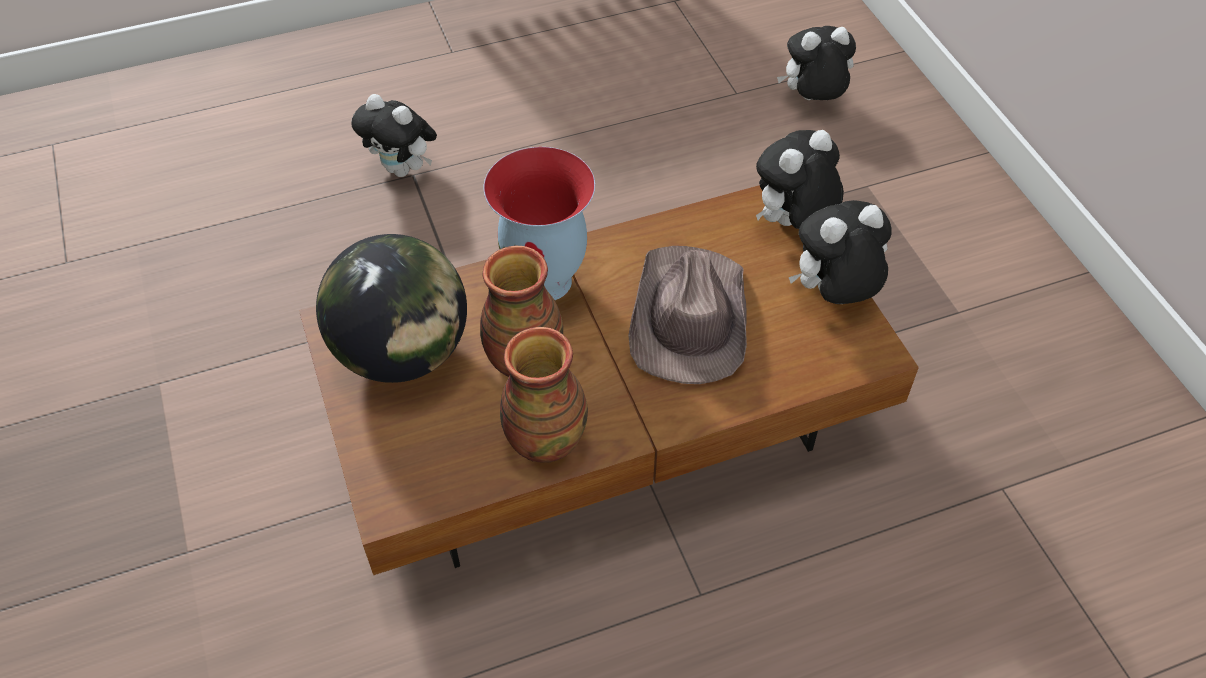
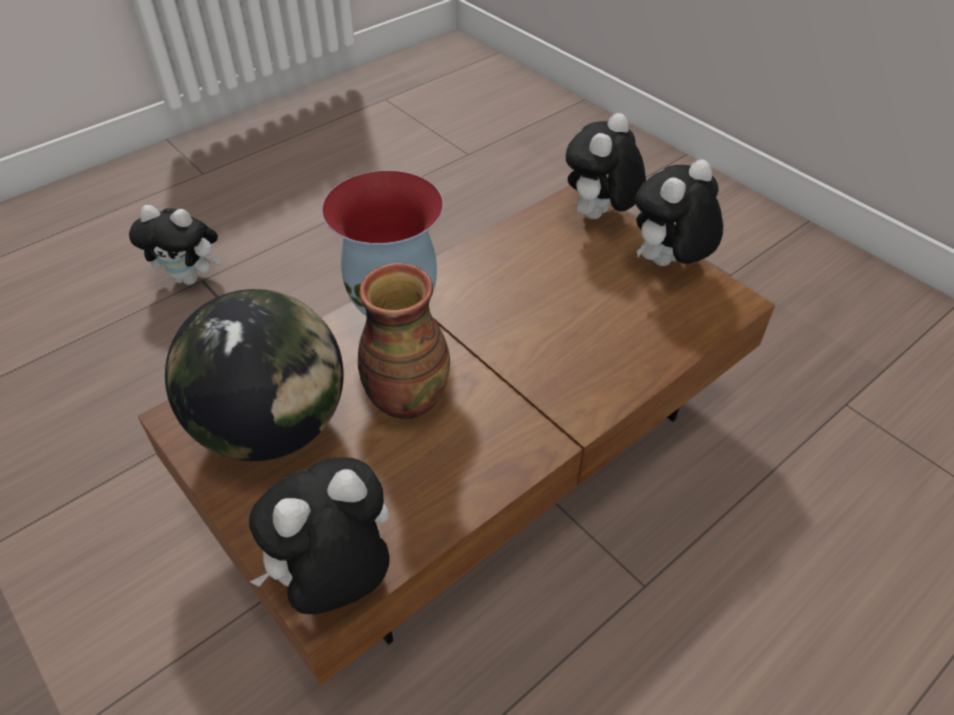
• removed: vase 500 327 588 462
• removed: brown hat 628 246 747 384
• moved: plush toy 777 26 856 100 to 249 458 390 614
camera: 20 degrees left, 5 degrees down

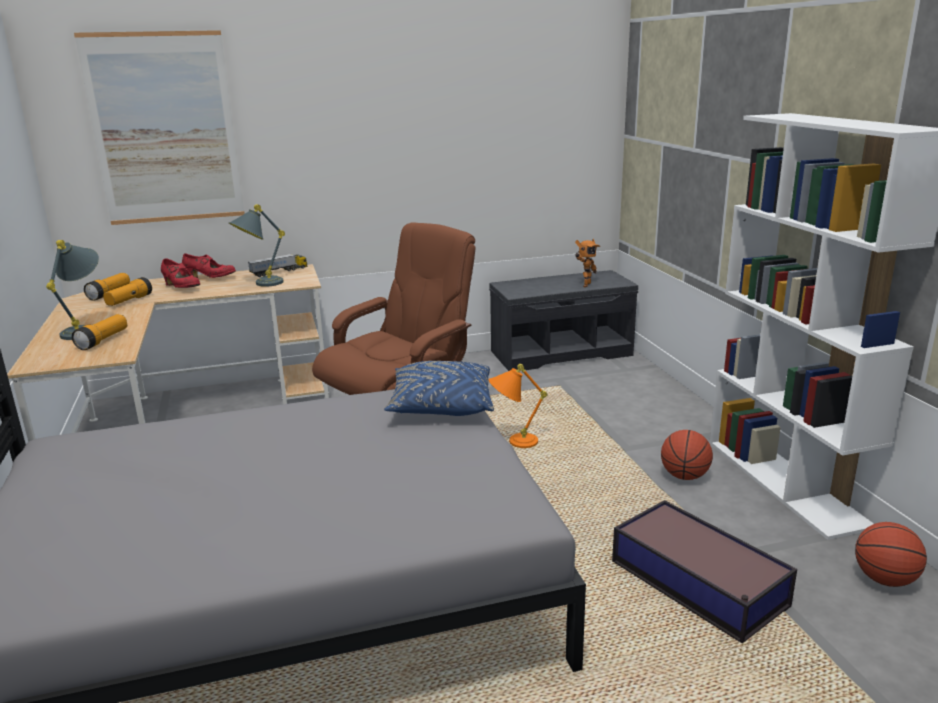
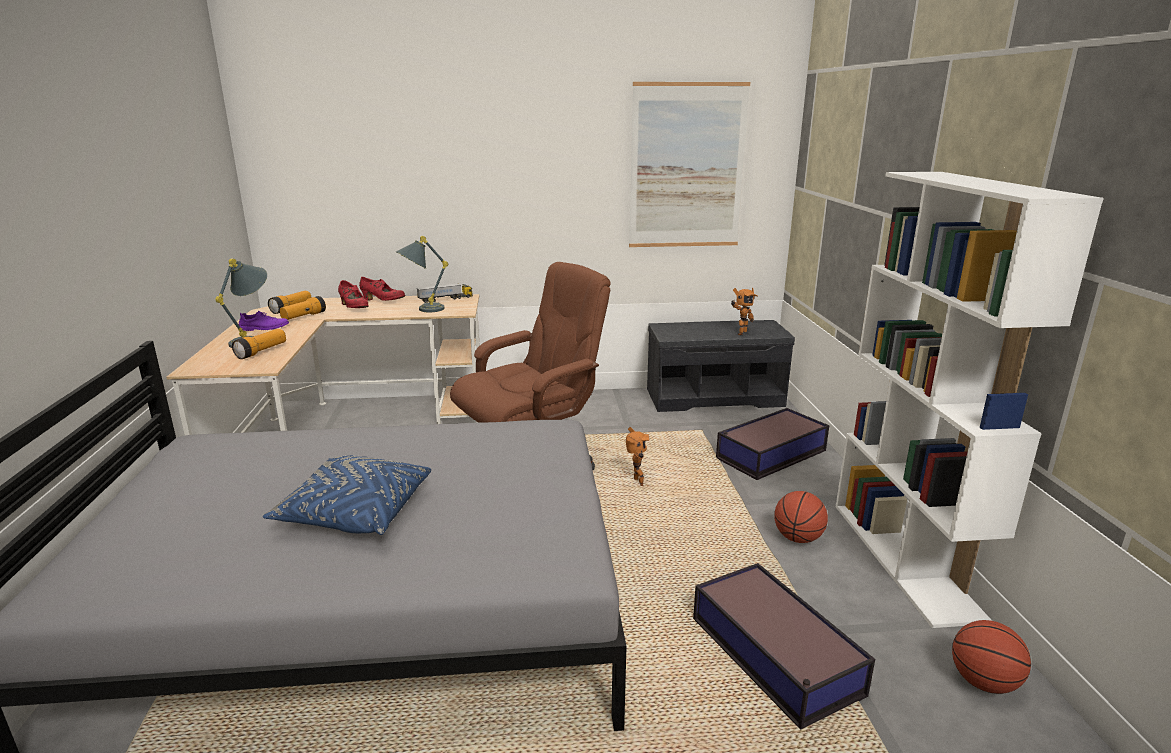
• moved: picture 74 30 245 225 to 629 82 750 247
• moved: blue pillow 384 361 494 416 to 263 455 431 535
• replaced: orange table lamp 488 364 547 448 to toy robot 626 427 649 486
• added: purple shoe 239 311 289 331
• added: storage box 716 408 829 480
camera: 10 degrees right, 0 degrees up

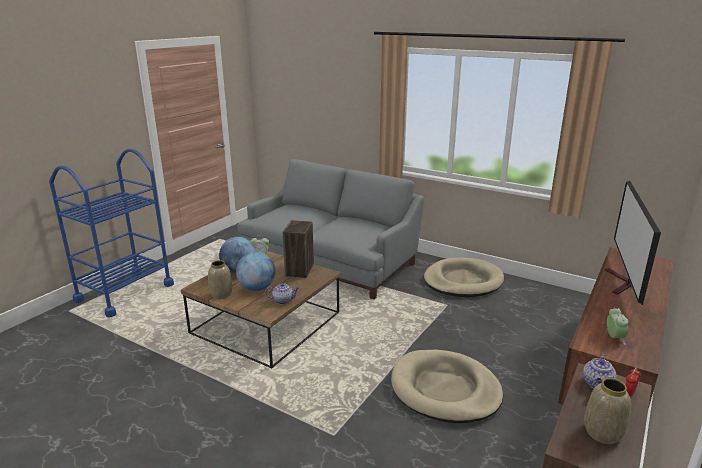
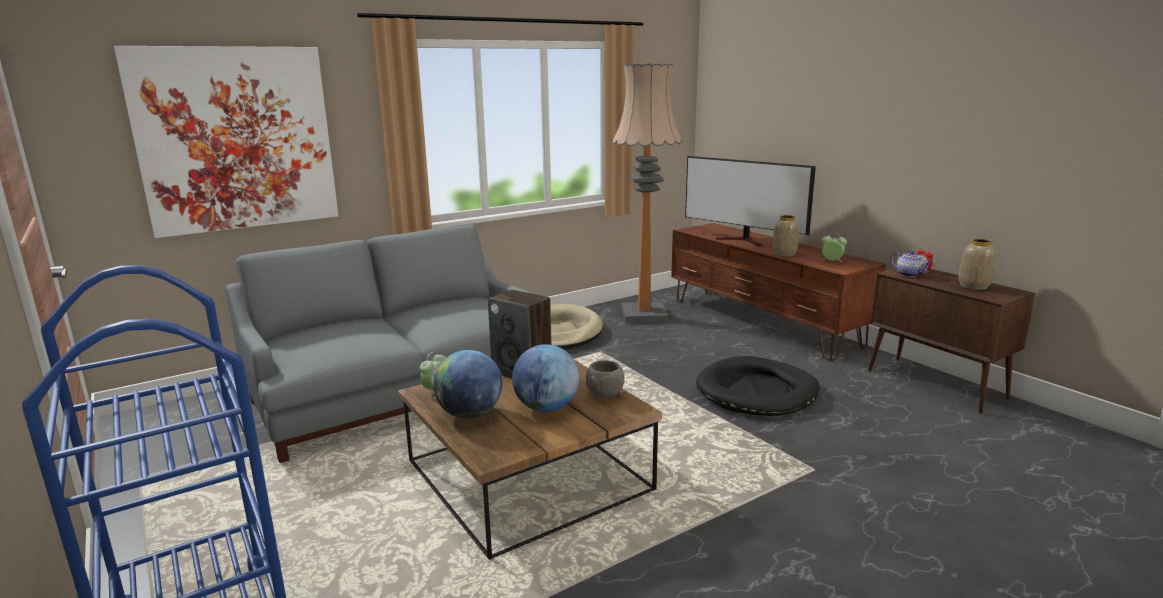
• moved: vase 208 260 232 299 to 772 215 799 257
• replaced: teapot 265 283 299 304 to grey bowl 586 360 625 398
• recoloured: beige dog bed 391 350 503 423 to black dog bed 696 356 820 416
• added: picture 114 46 339 238
• added: floor lamp 612 63 683 324
camera: 65 degrees left, 5 degrees down

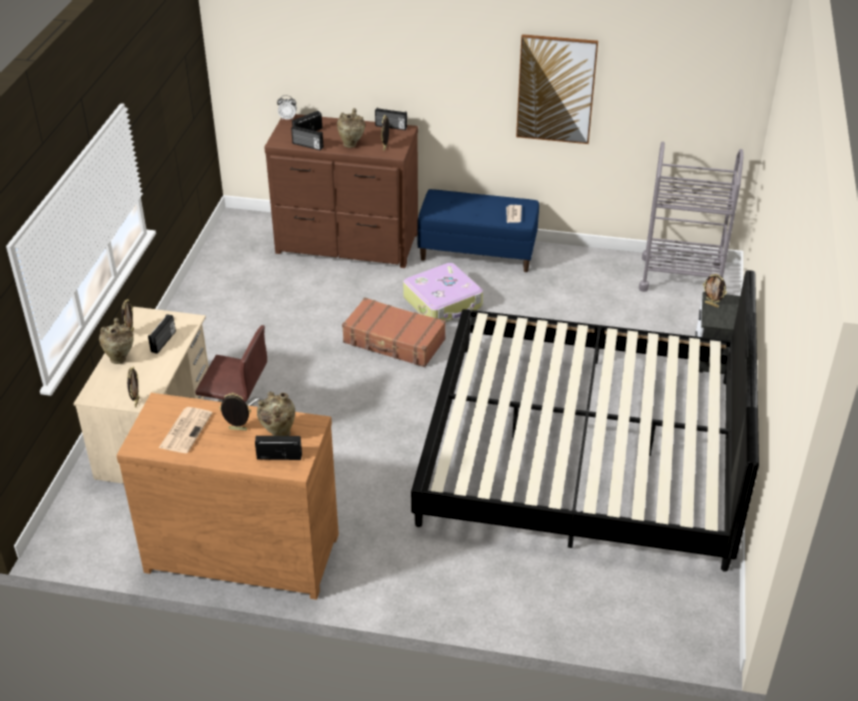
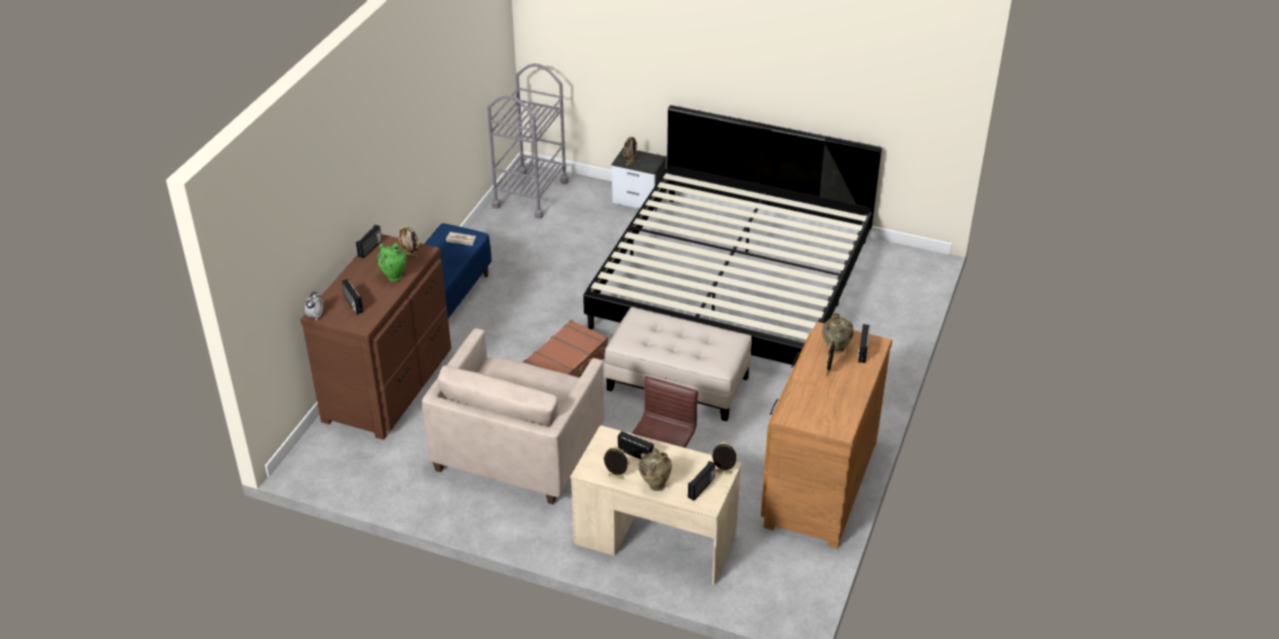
• removed: newspaper 159 407 212 453
• moved: radio 291 125 323 151 to 688 461 715 501
• recoloured: beige vase 337 108 365 148 to green vase 376 243 406 281
• removed: suitcase 403 263 483 322
• removed: picture 516 34 598 144
• added: beige armchair 422 328 605 504
• added: beige ottoman 605 307 752 421
camera: 80 degrees left, 0 degrees up

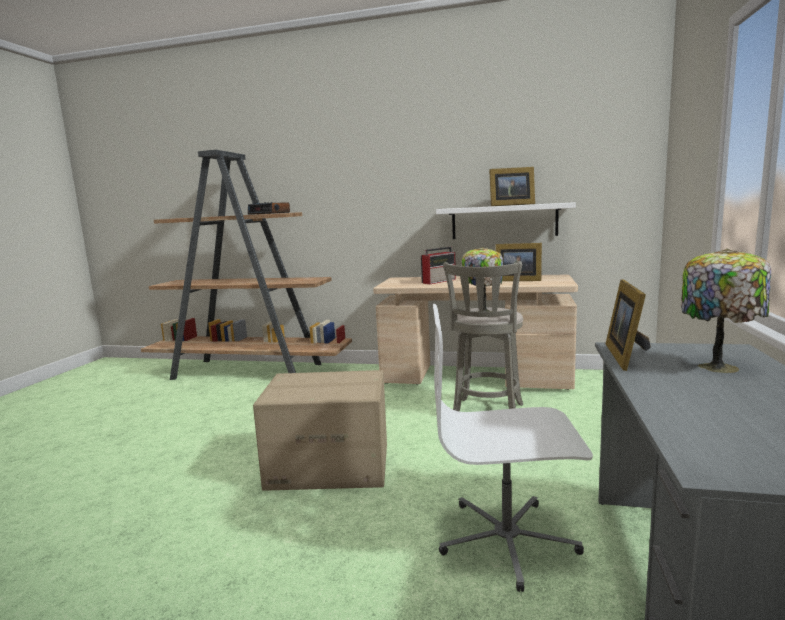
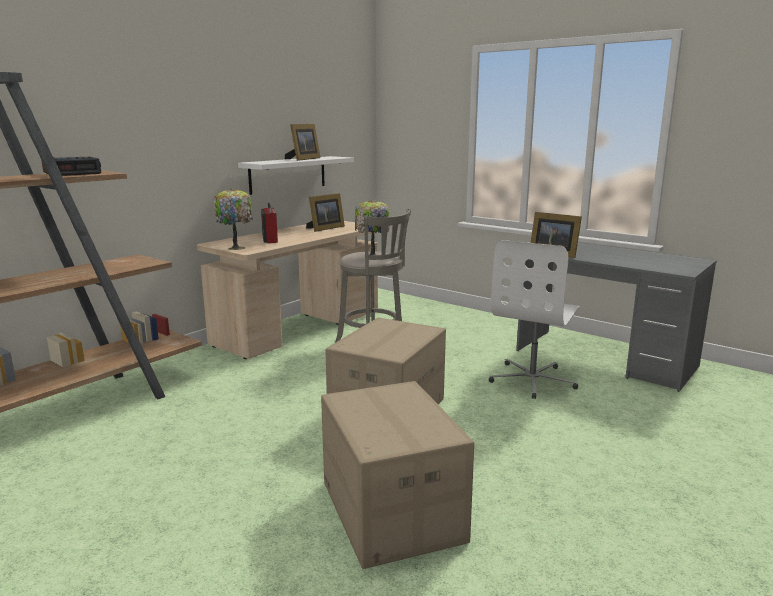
• moved: table lamp 681 249 771 373 to 214 189 253 250
• added: cardboard box 321 381 474 569
camera: 65 degrees left, 5 degrees up

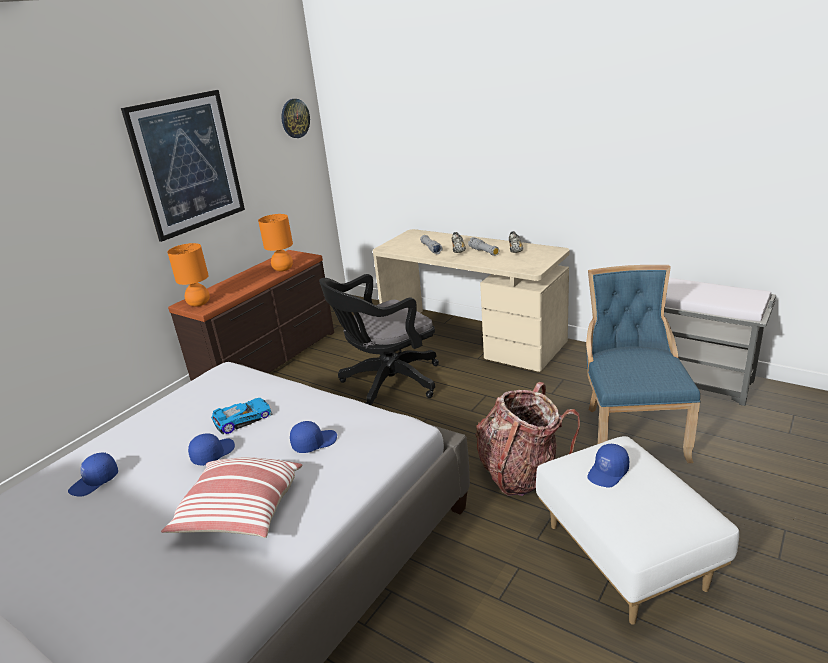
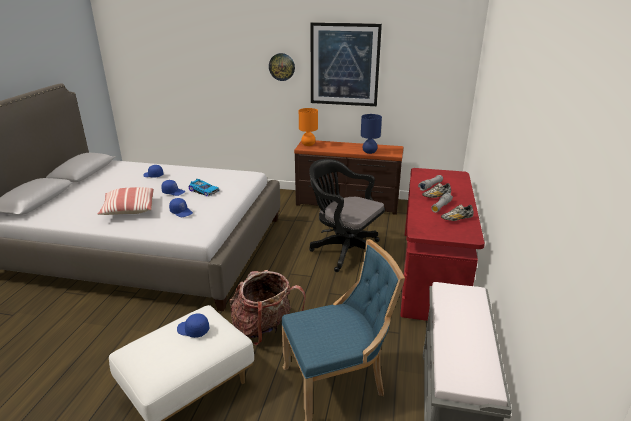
• recoloured: orange table lamp 258 214 293 271 to blue table lamp 361 114 382 154
• moved: wall clock 281 99 310 138 to 269 53 295 81
• recoloured: beige desk 373 229 569 372 to red desk 400 168 485 321
camera: 65 degrees right, 0 degrees up

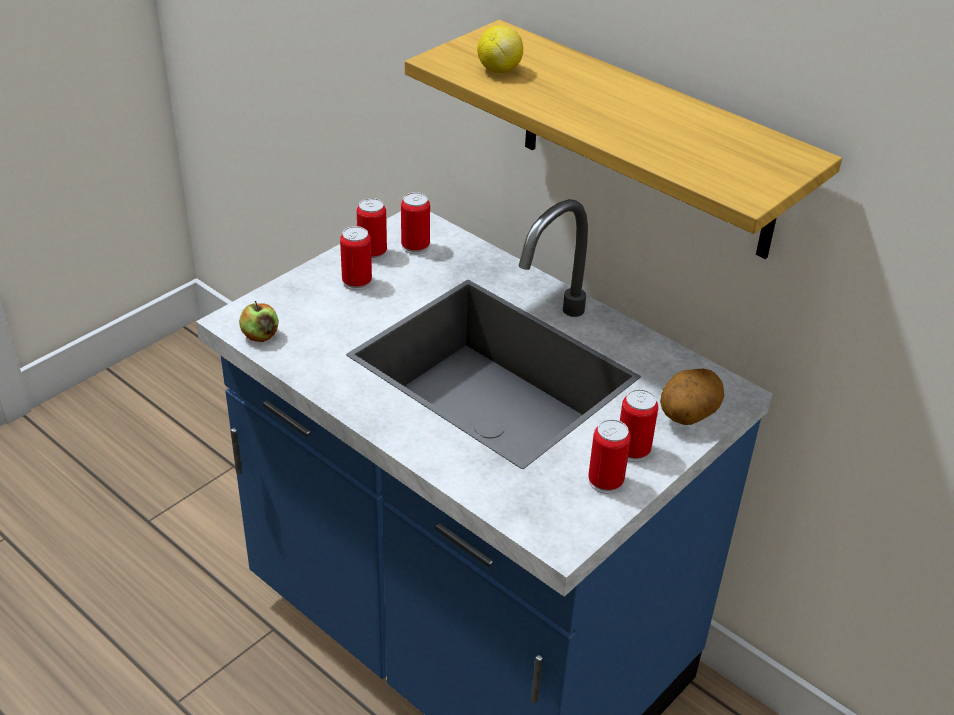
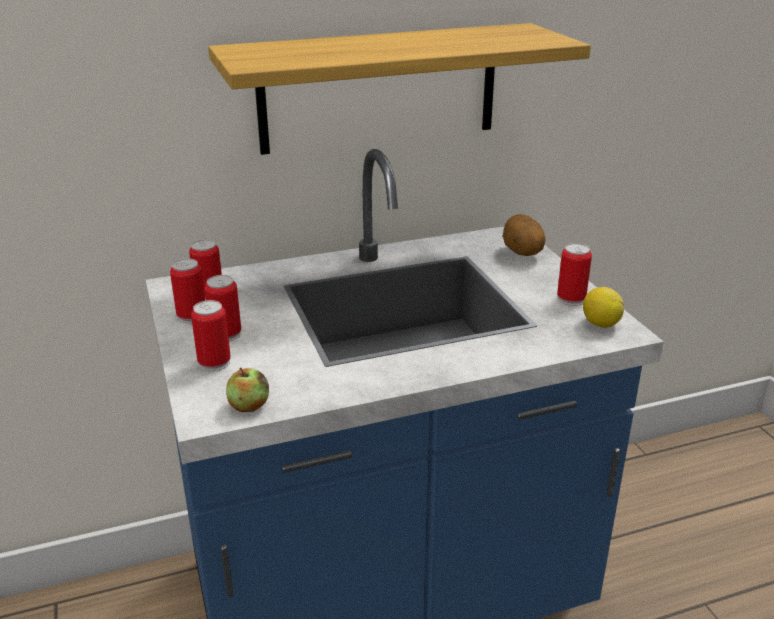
• moved: lemon 477 25 523 73 to 583 287 624 328
• moved: can 620 389 658 462 to 191 300 231 371
camera: 60 degrees left, 10 degrees down

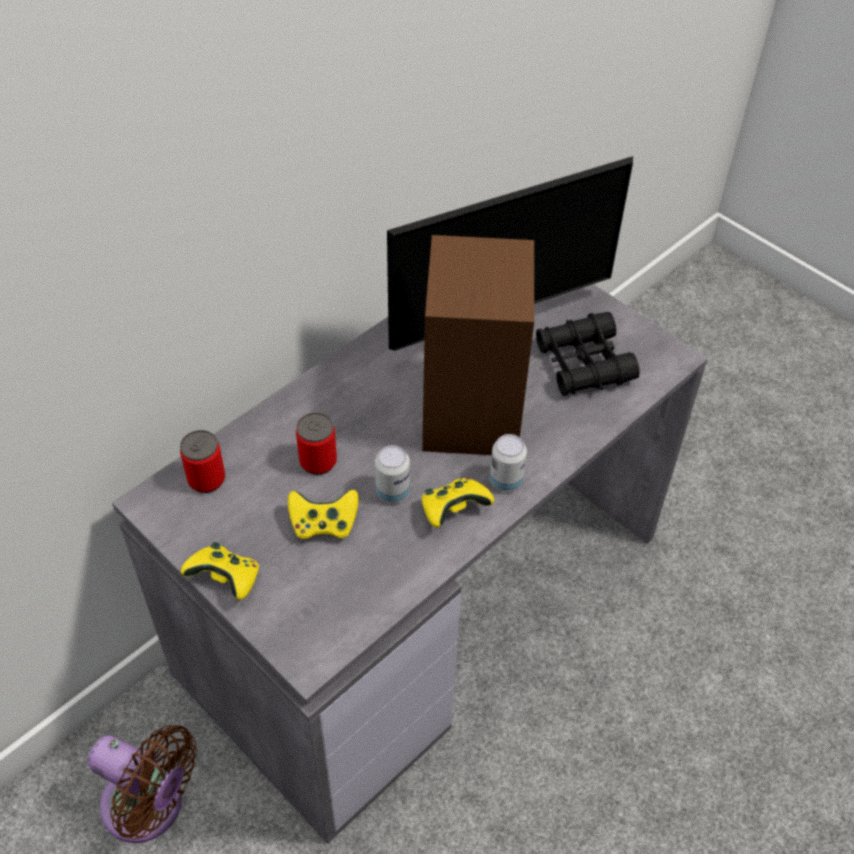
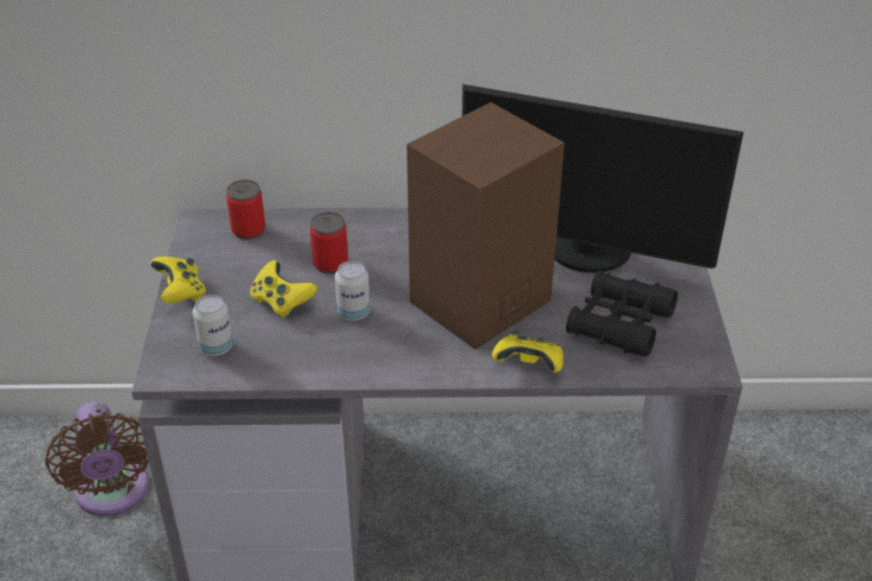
• moved: yellow game controller 422 478 494 528 to 492 331 563 373
• moved: can 490 434 527 492 to 193 294 233 356
camera: 45 degrees right, 10 degrees down

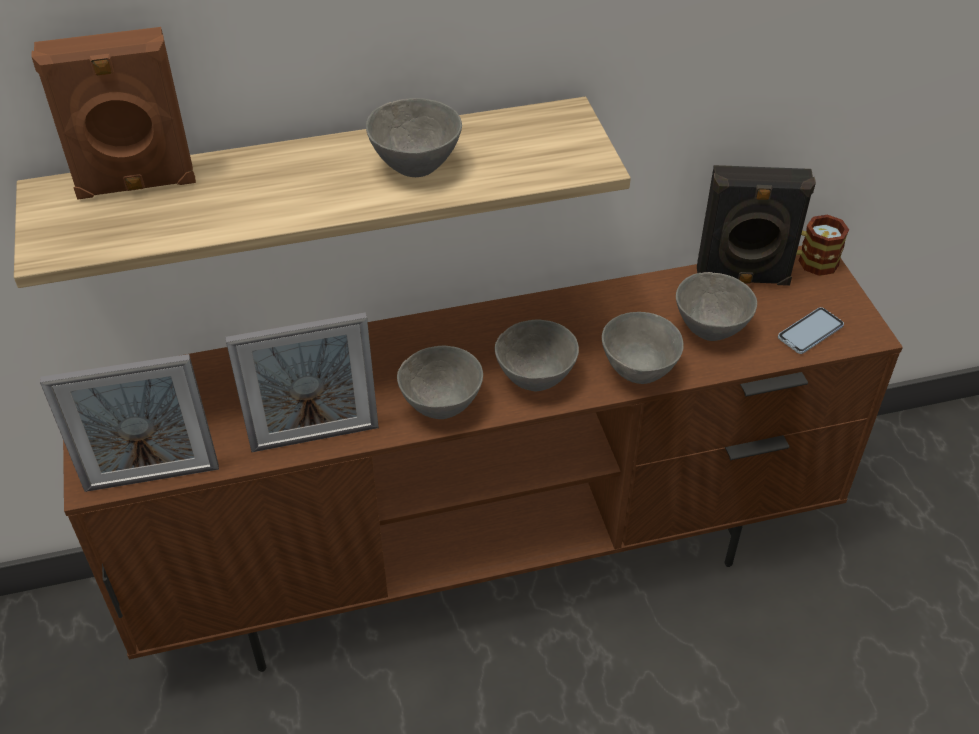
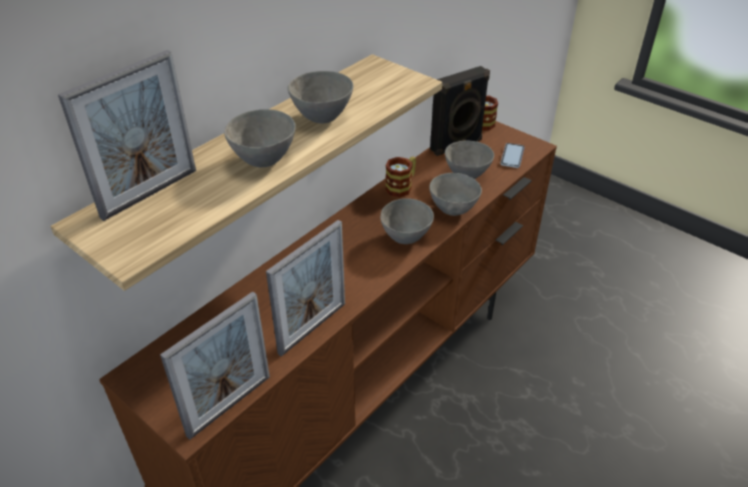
• replaced: brown speaker 31 27 196 200 to picture frame 58 50 196 221
• moved: grey bowl 397 346 483 419 to 224 109 296 167
• added: mug 385 157 416 197
camera: 35 degrees left, 5 degrees down

